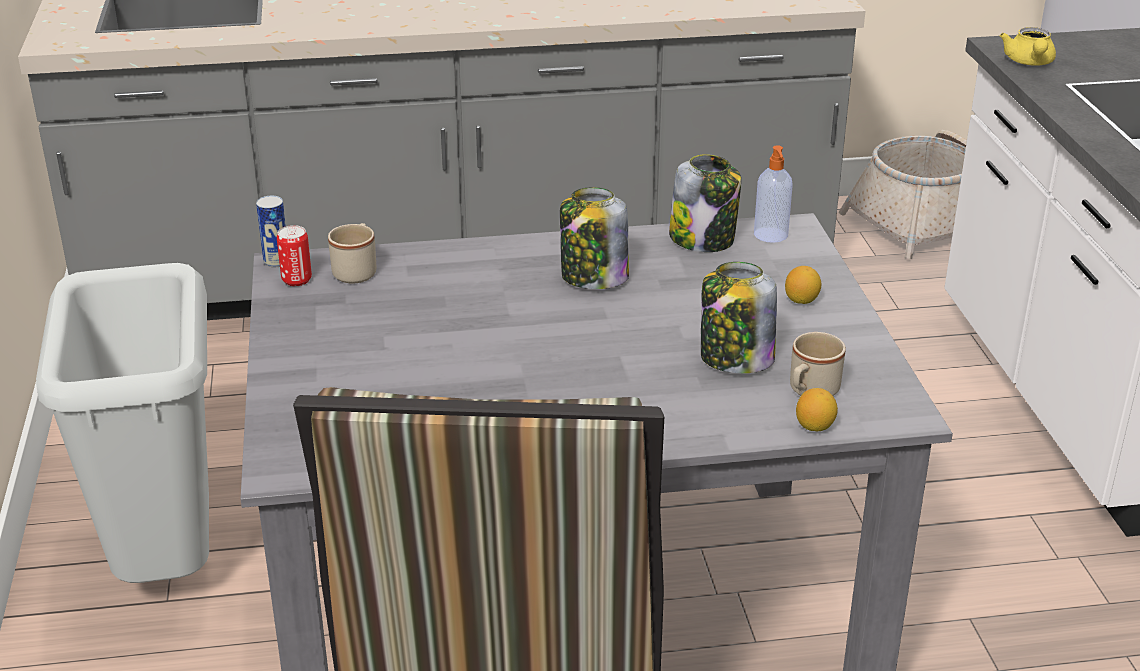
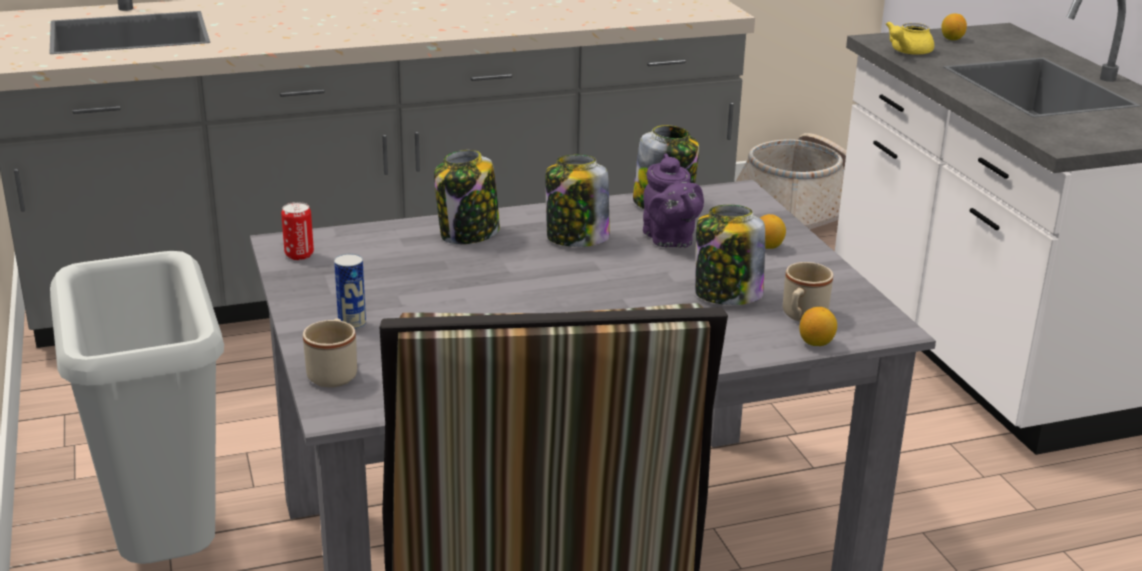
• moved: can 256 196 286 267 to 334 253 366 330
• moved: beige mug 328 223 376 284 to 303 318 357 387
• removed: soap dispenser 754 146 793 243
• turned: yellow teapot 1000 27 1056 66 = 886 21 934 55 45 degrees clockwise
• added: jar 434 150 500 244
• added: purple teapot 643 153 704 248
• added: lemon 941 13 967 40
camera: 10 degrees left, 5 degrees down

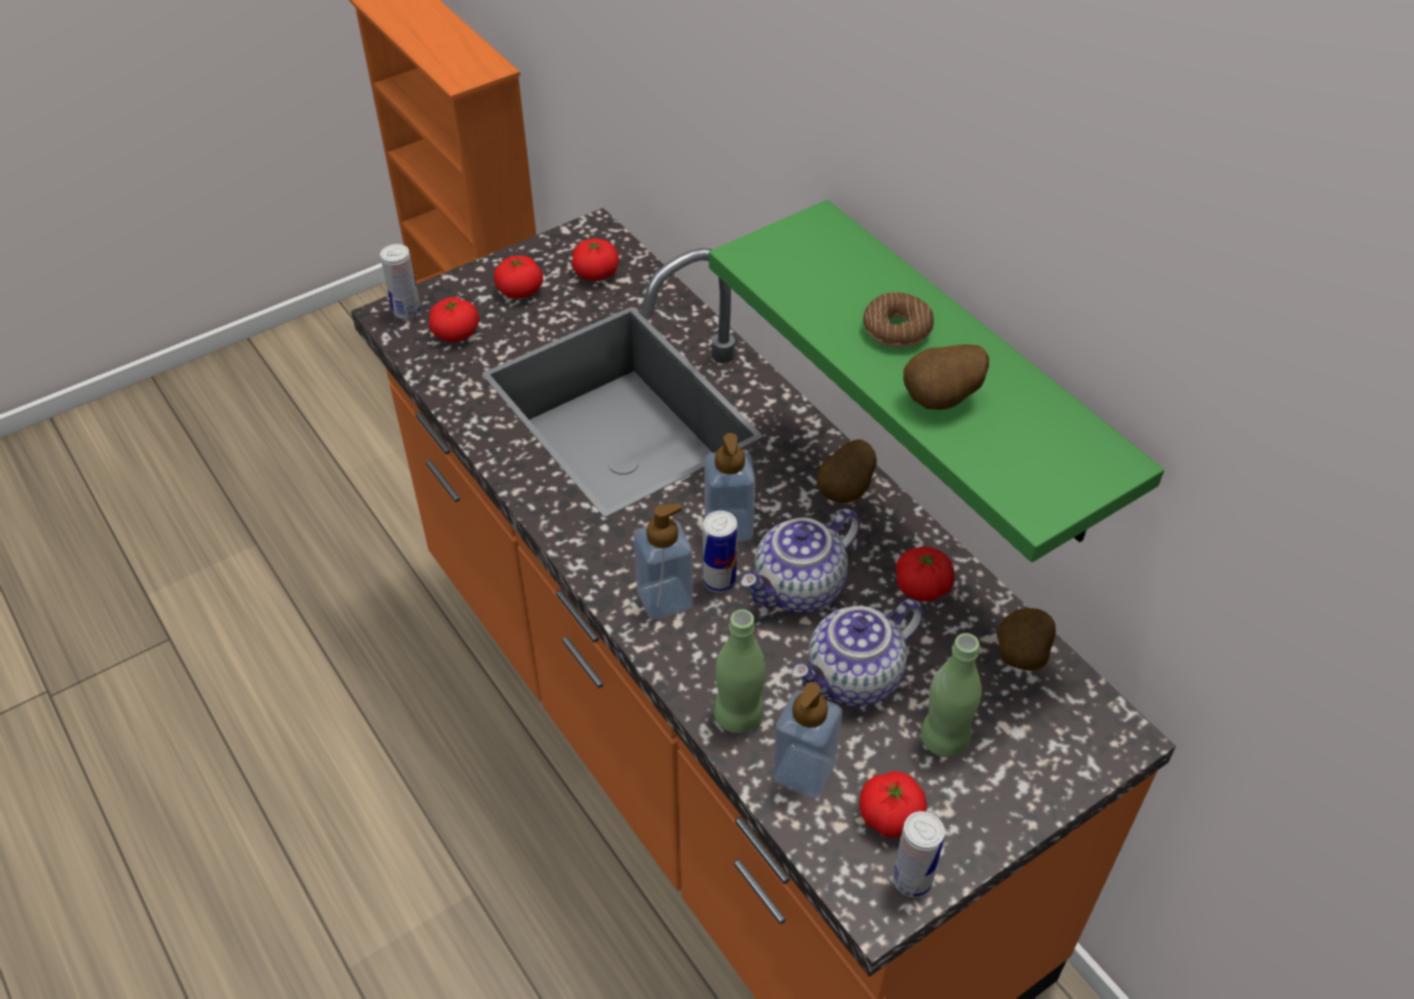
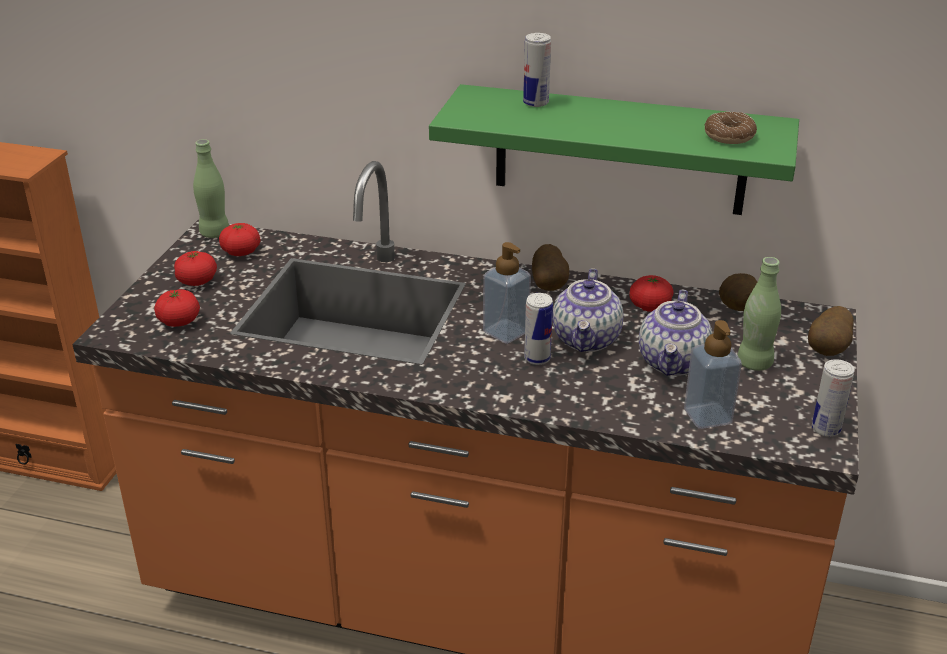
• moved: can 380 244 421 319 to 523 33 551 107
• removed: soap dispenser 634 504 693 619
• moved: green bottle 714 609 766 733 to 193 139 229 238
• removed: tomato 859 771 927 838
• moved: donut 863 292 934 348 to 705 112 757 144
• moved: potato 903 344 989 410 to 808 306 854 356
camera: 40 degrees left, 15 degrees down

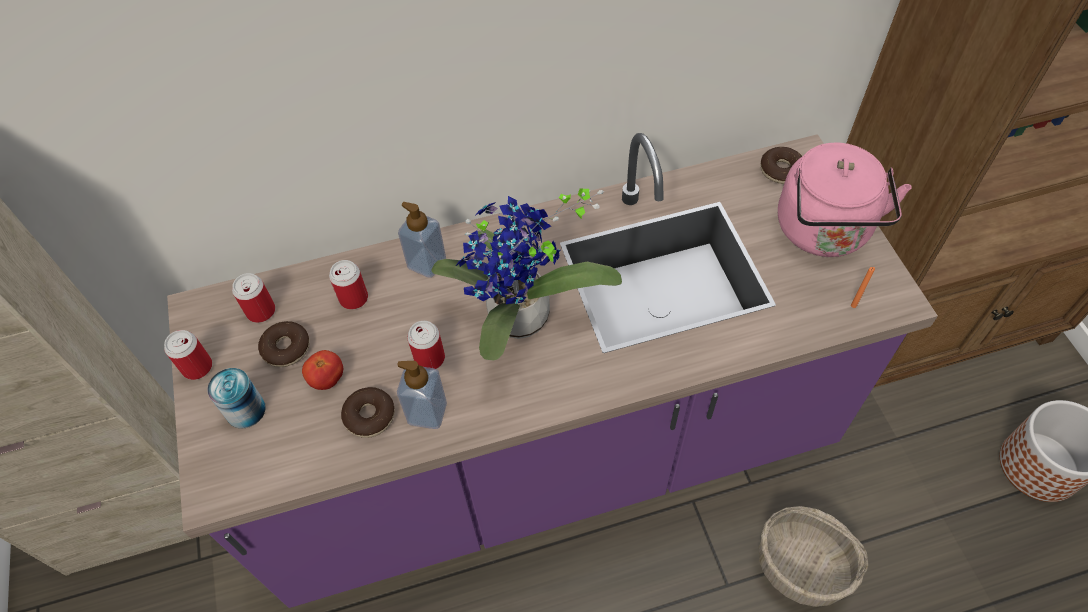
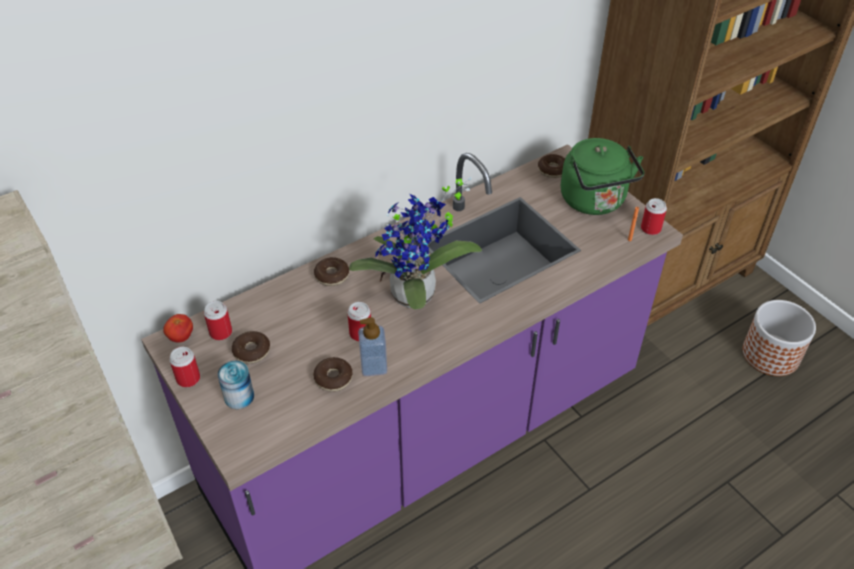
• moved: tomato 302 350 343 390 to 163 314 193 342
• moved: can 329 260 368 310 to 641 198 667 235
• replaced: soap dispenser 398 202 446 278 to donut 314 257 349 286
• removed: basket 758 506 868 607
• recoloured: pink kettle 778 143 912 257 to green kettle 561 138 644 215
camera: 20 degrees left, 10 degrees down

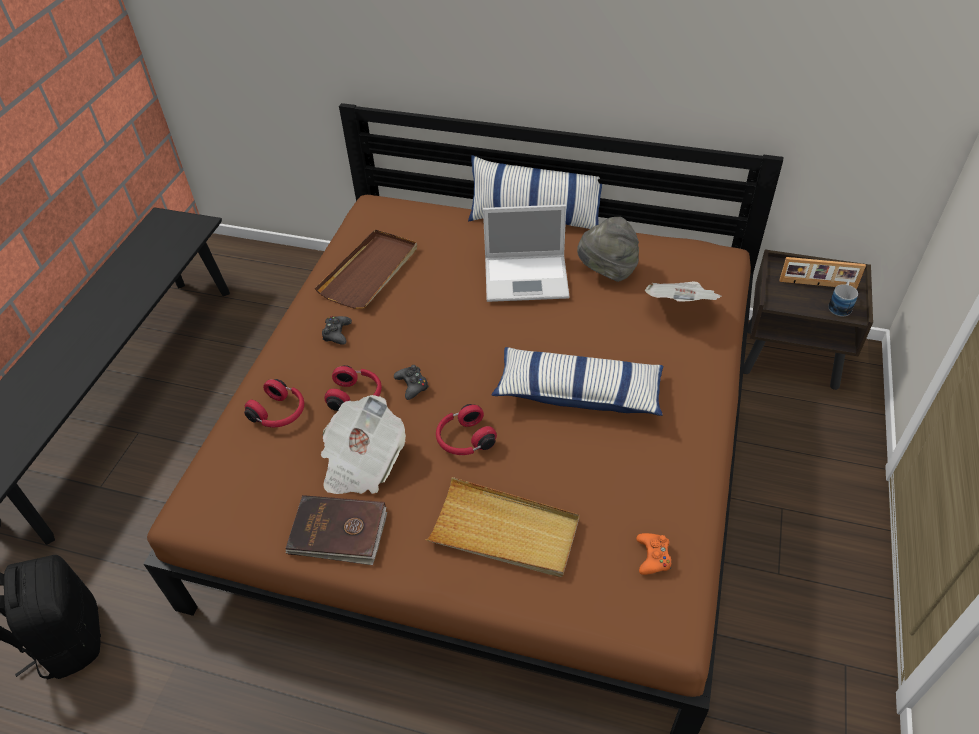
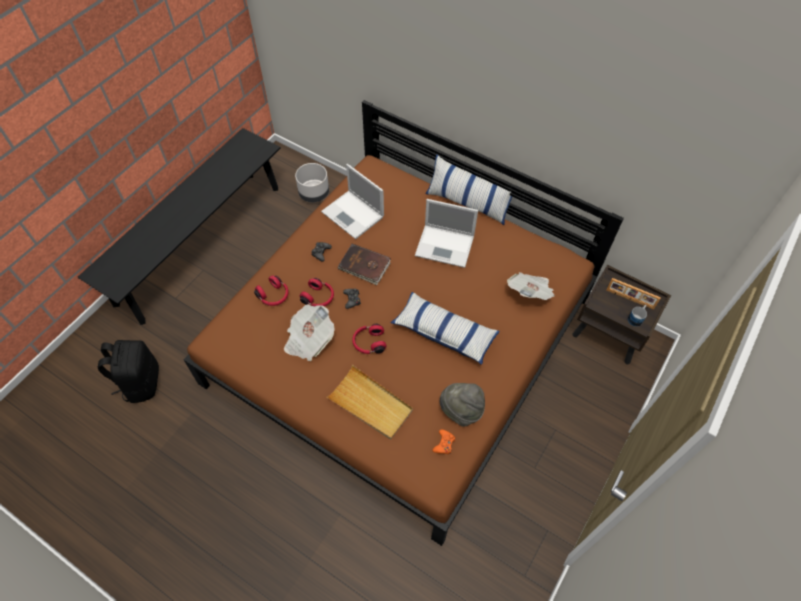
• moved: brown book 286 495 387 565 to 337 244 391 285
• replaced: brown tray 315 229 417 309 to laptop 321 164 384 239
• moved: grey hat 577 217 639 282 to 440 383 485 427
• added: grey planter 295 163 329 202
camera: 15 degrees right, 10 degrees up

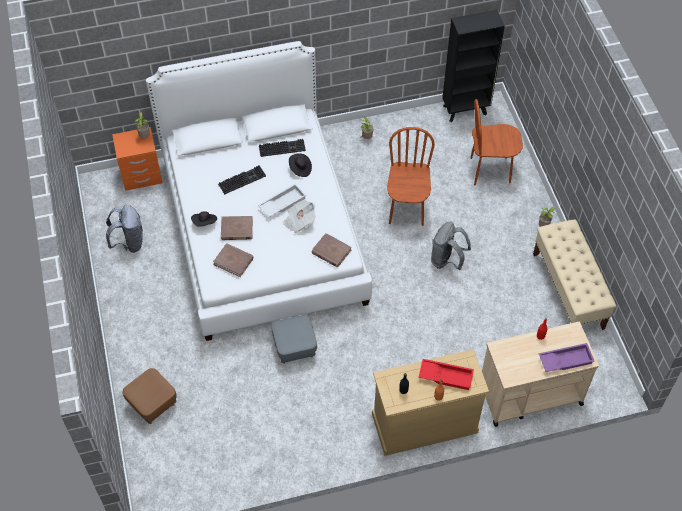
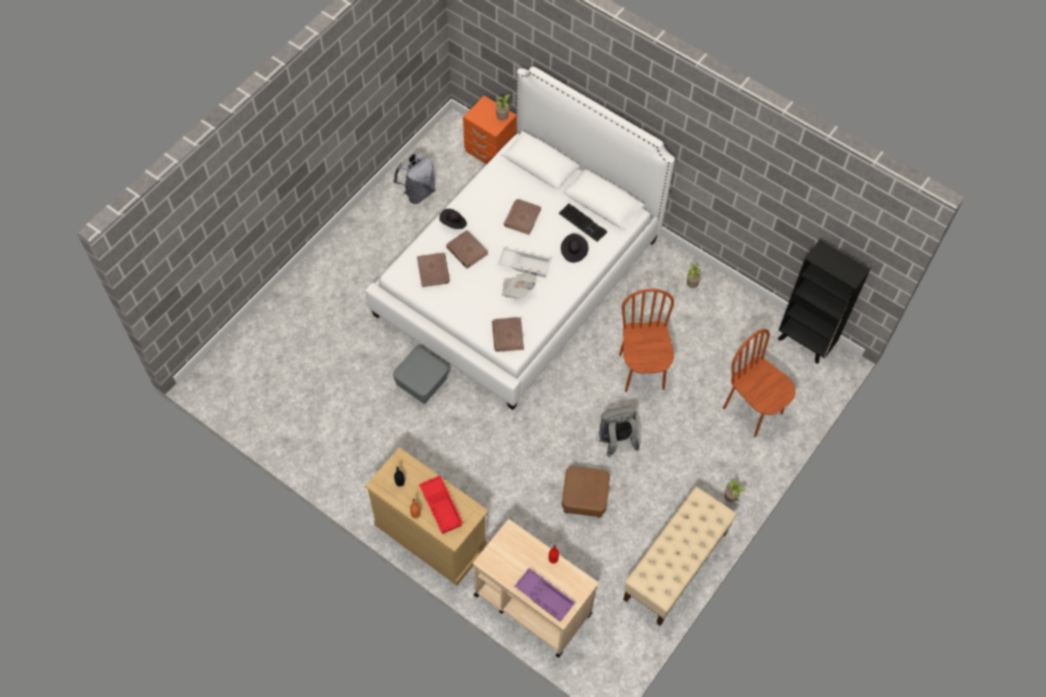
• moved: brown ottoman 123 368 177 424 to 562 466 610 518
• replaced: keyboard 218 165 266 194 to brown book 504 199 541 235
• turned: brown chair 387 127 435 226 = 619 289 674 392 60 degrees counterclockwise
camera: 50 degrees right, 5 degrees up

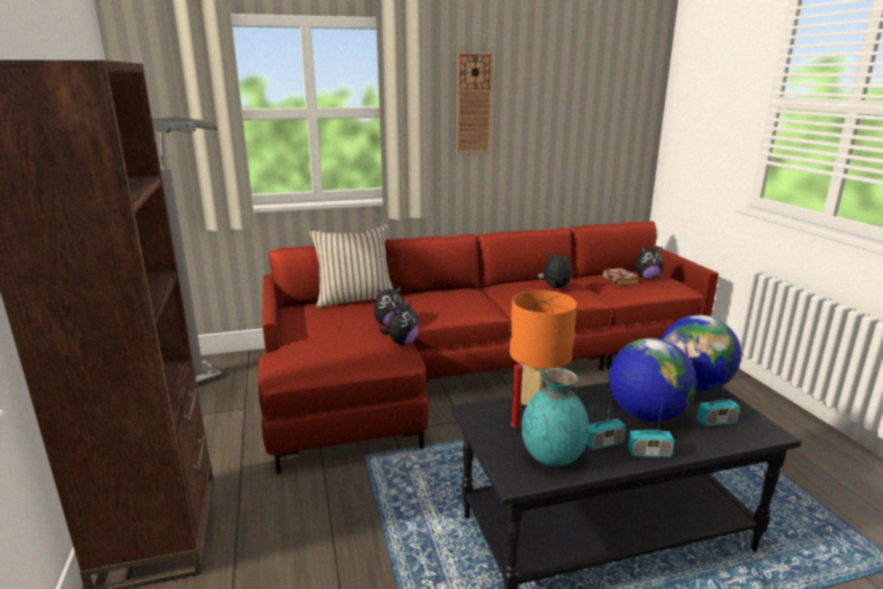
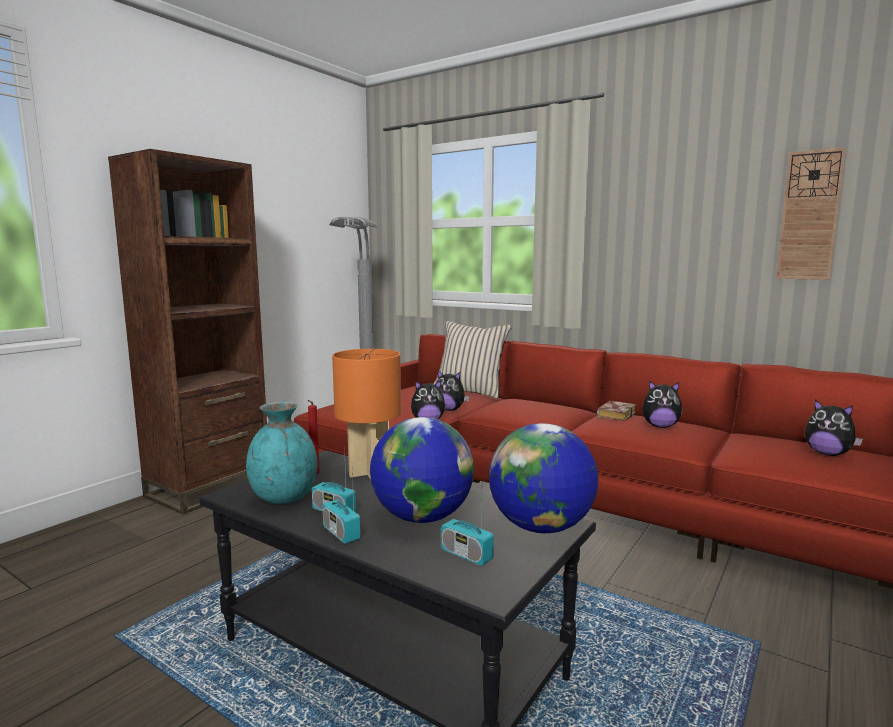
• moved: wall clock 457 53 493 154 to 776 147 846 280
• turned: plush toy 538 251 571 288 = 642 381 683 428 105 degrees clockwise
• moved: book 603 268 639 286 to 597 401 636 421
camera: 50 degrees right, 10 degrees down

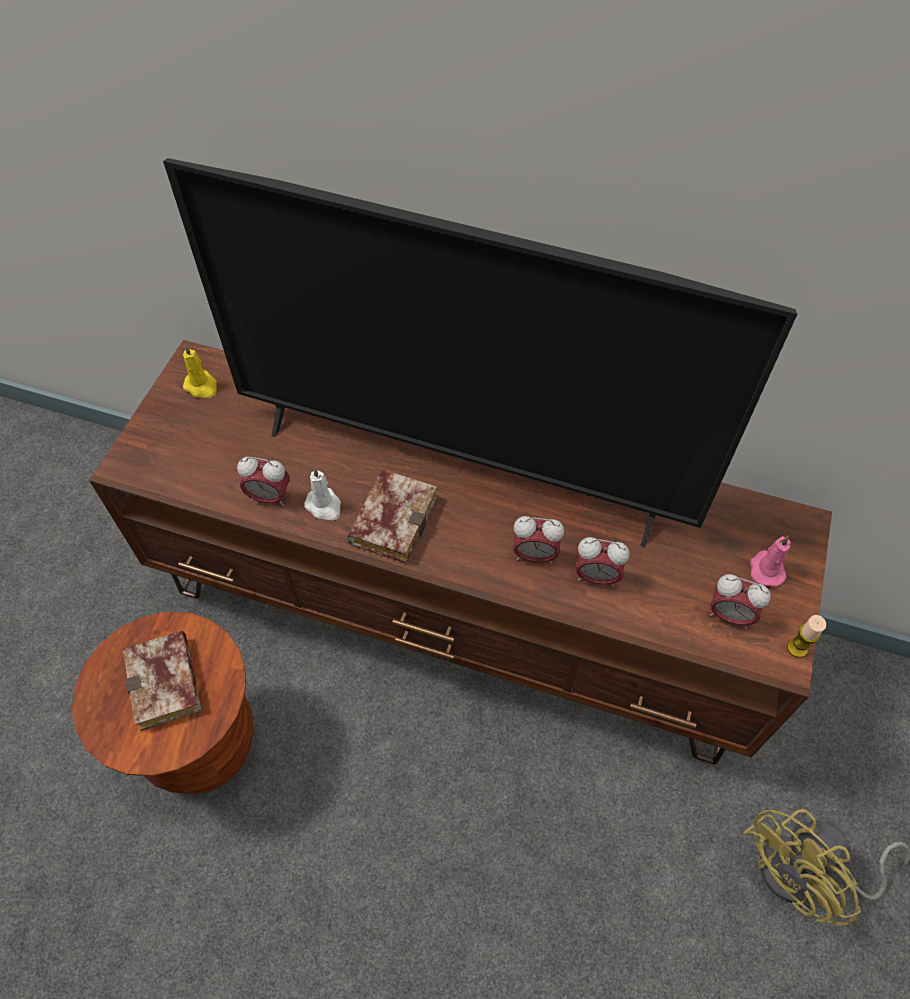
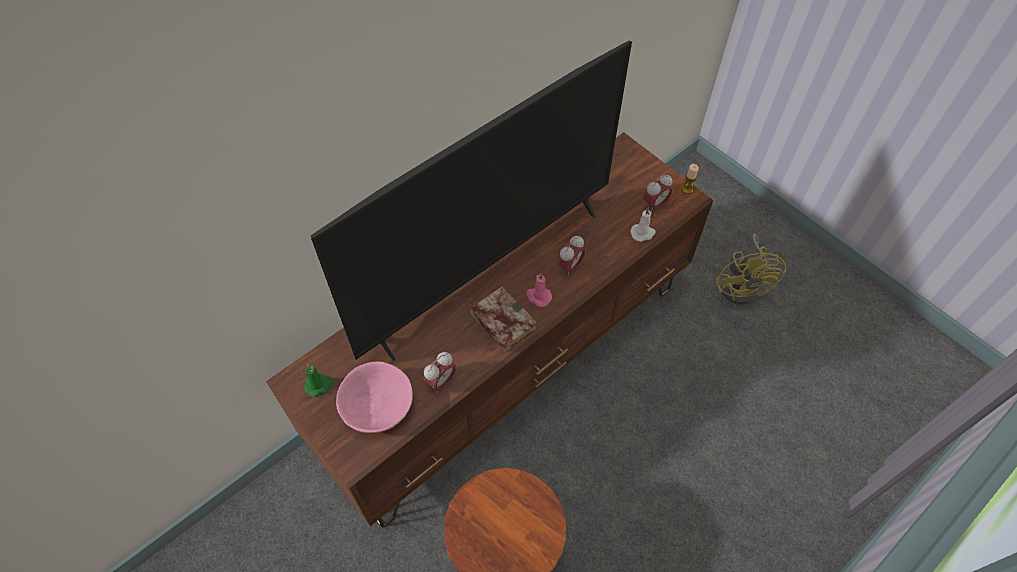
• removed: book 123 631 202 731
• recoloured: yellow candle 183 344 217 397 to green candle 304 365 334 397
• moved: white candle 304 468 341 520 to 630 207 655 242
• removed: alarm clock 576 537 629 587
• moved: pink candle 750 535 791 587 to 526 273 552 307
• added: pink bowl 336 362 413 433
camera: 60 degrees left, 0 degrees up

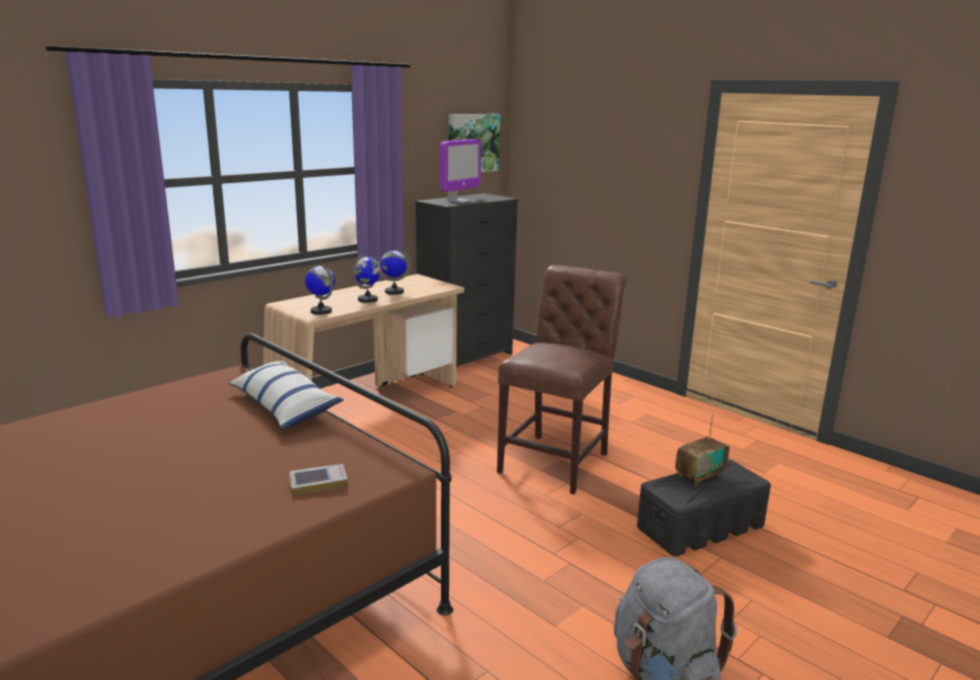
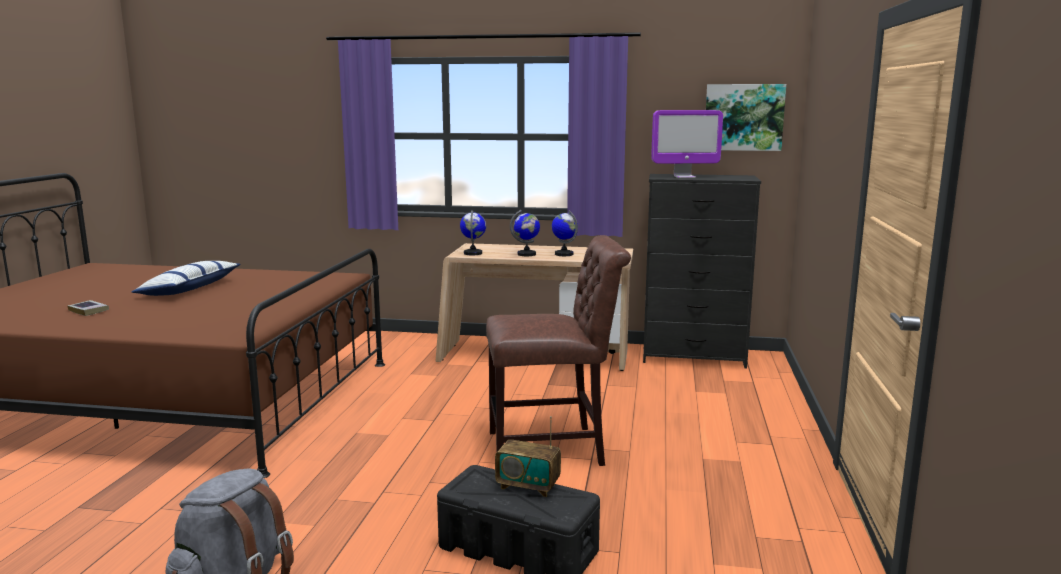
• moved: pillow 228 360 344 429 to 132 261 241 296
• moved: book 289 464 348 495 to 68 300 109 316
camera: 55 degrees right, 5 degrees down

